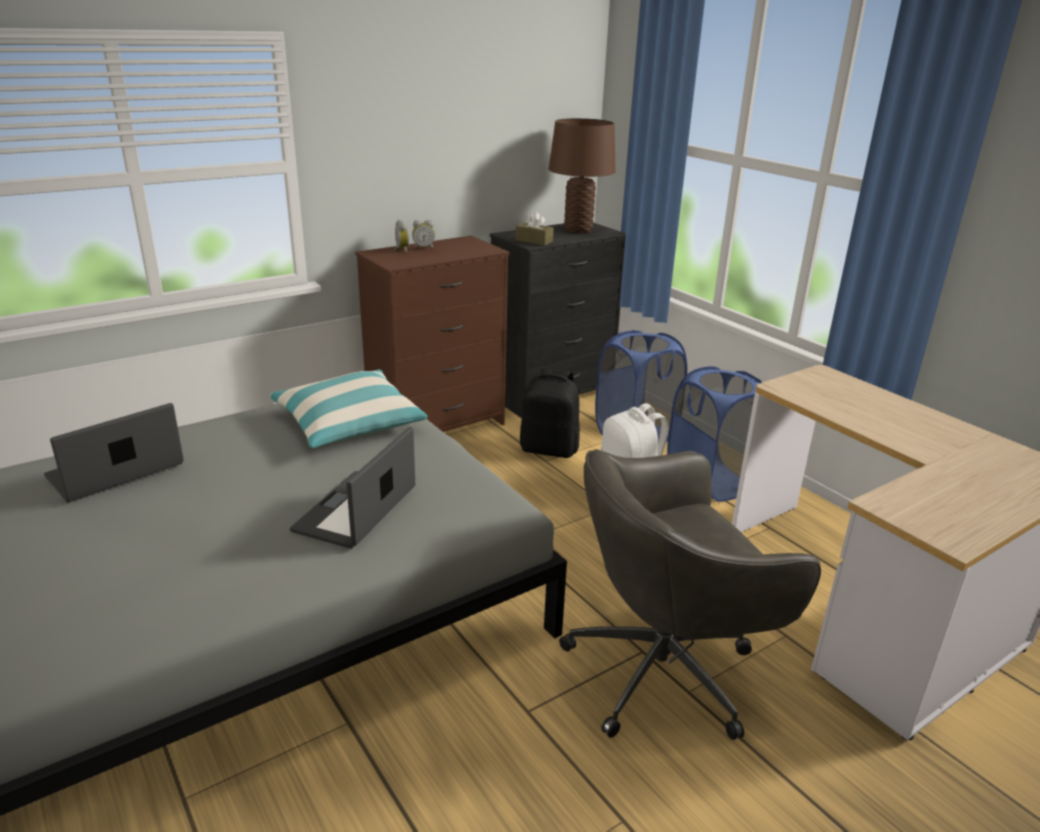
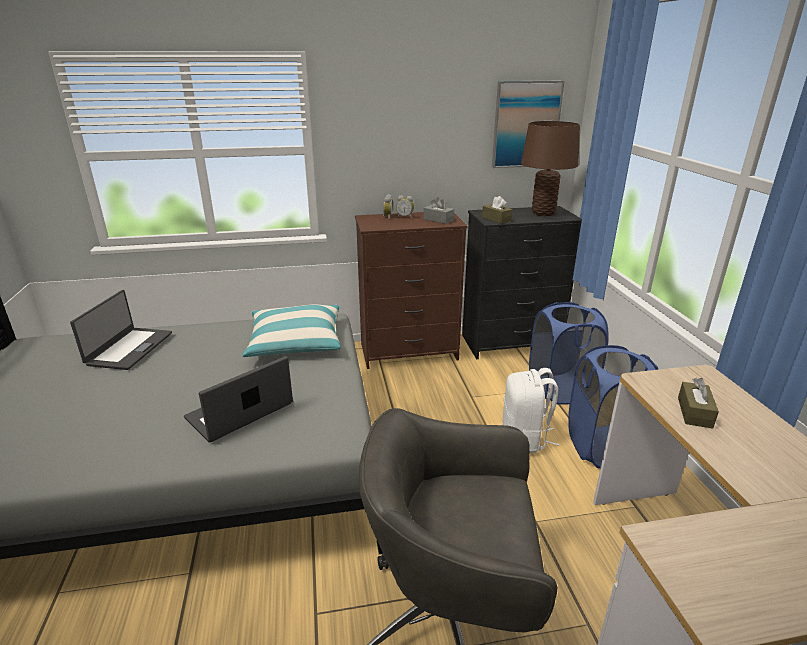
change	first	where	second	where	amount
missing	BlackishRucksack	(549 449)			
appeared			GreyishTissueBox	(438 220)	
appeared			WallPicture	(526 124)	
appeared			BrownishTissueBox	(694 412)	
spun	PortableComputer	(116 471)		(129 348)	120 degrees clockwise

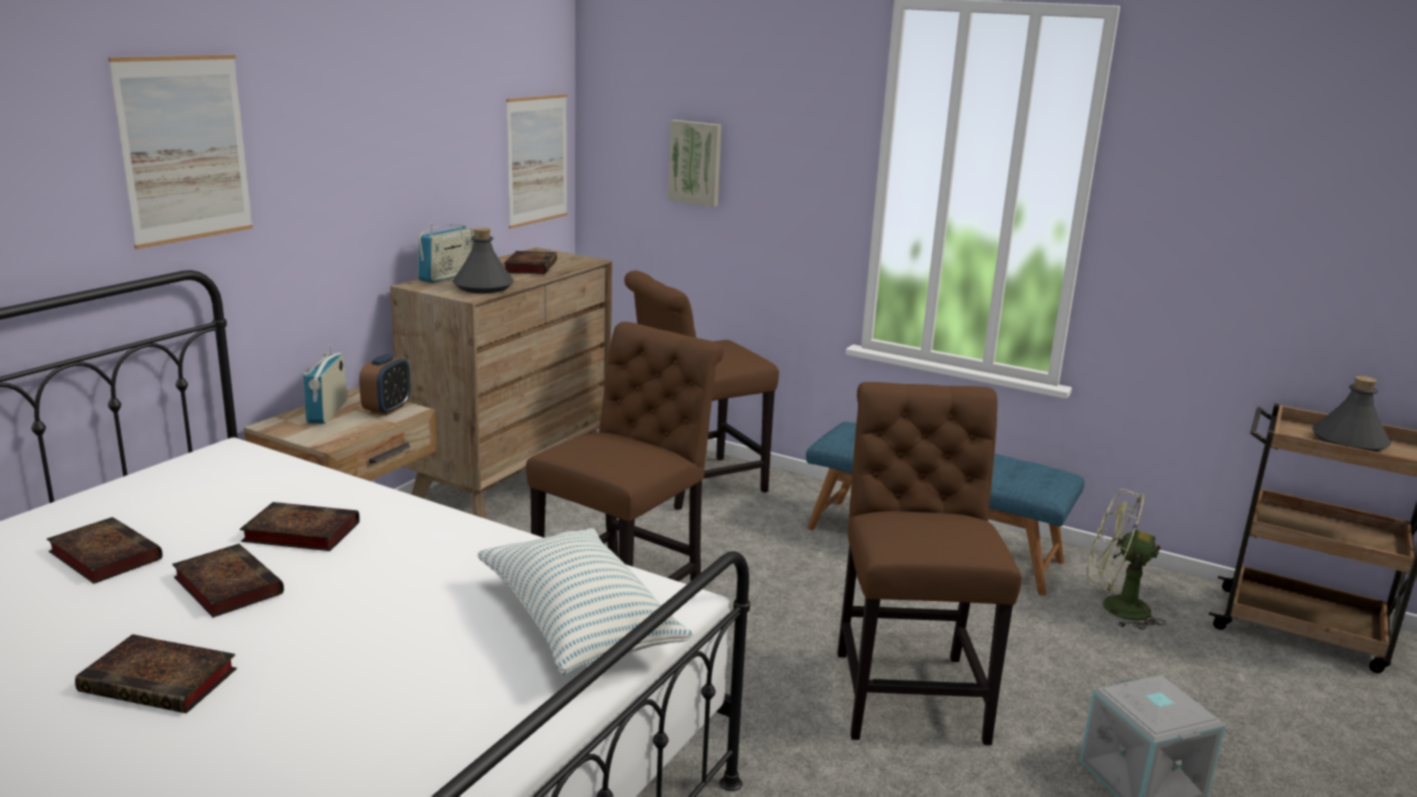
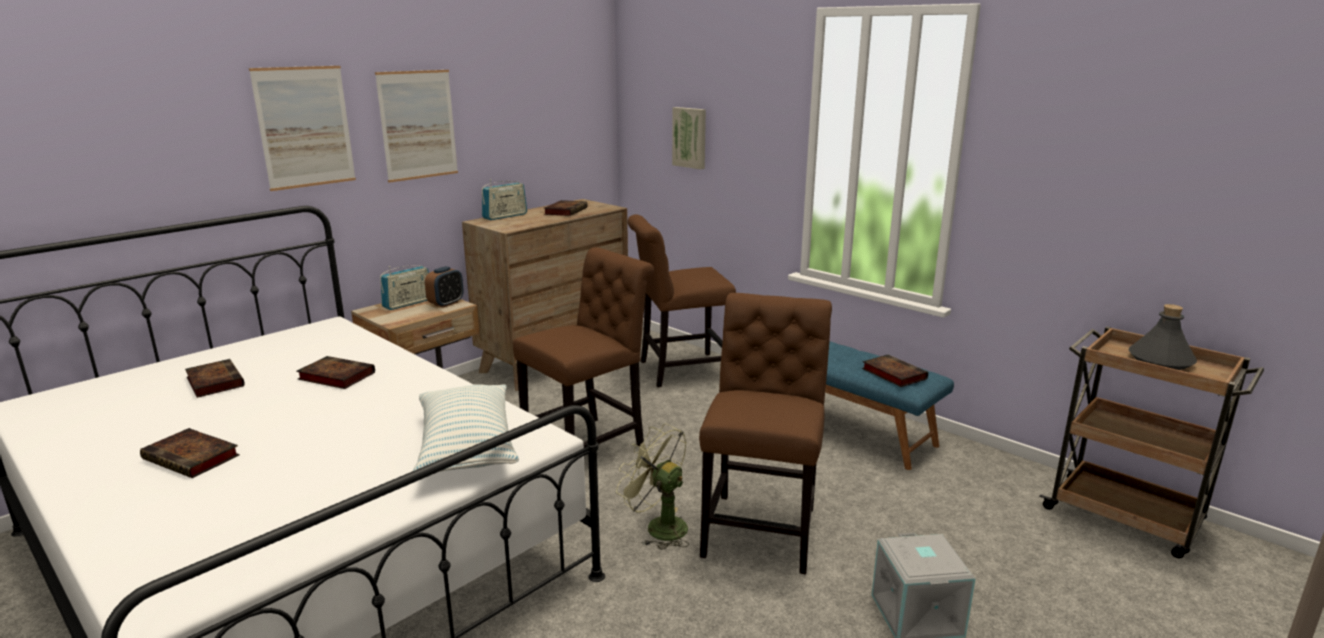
change	first	where	second	where	amount
missing	GreyishBeverageBottle	(483 287)			
relocated	BoundBook	(226 585)		(892 374)	
relocated	WallPicture	(537 160)		(418 125)	
relocated	GreenElectricFan	(1114 607)		(658 527)	
spun	Radio	(327 411)		(408 303)	150 degrees counterclockwise

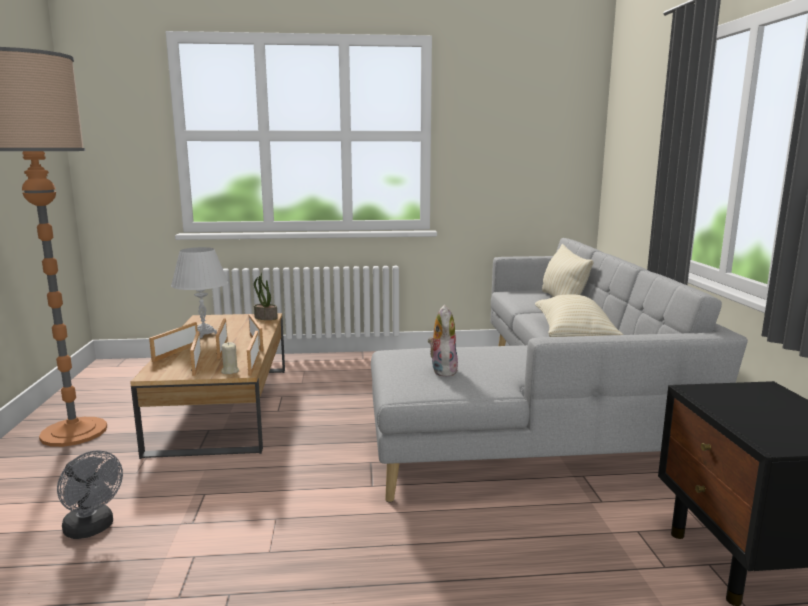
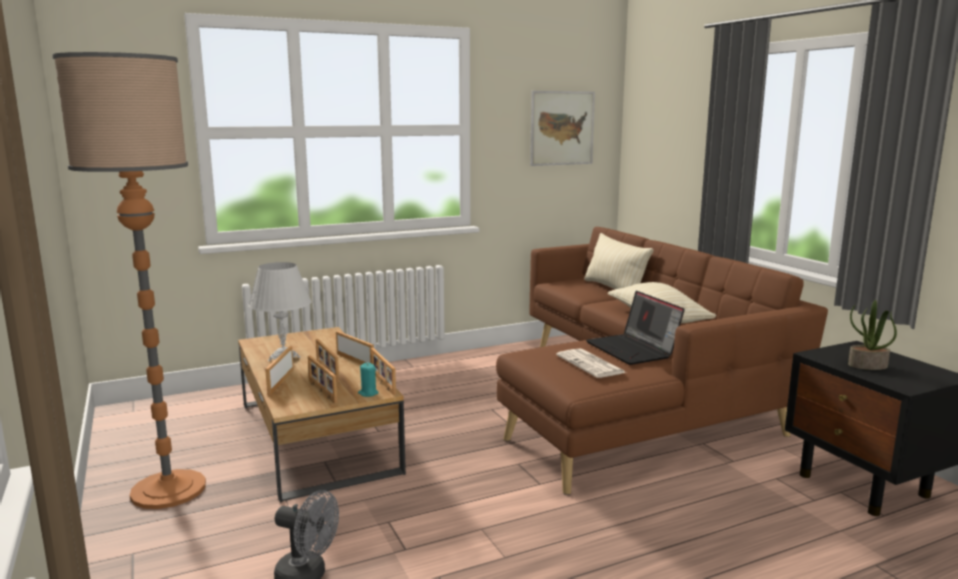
change	first	where	second	where	amount
appeared			WallPicture	(562 128)	
appeared			PortableComputer	(633 350)	
relocated	Houseplant	(265 318)		(867 366)	
exchanged	CuddlyToy	(442 370)	PrintedPaper	(591 364)	
colour	SandColouredWaxCandle	(230 371)	TurquoiseColouredWaxCandle	(368 393)	
colour	GreyishSettee	(544 420)	BrownishSettee	(633 401)	

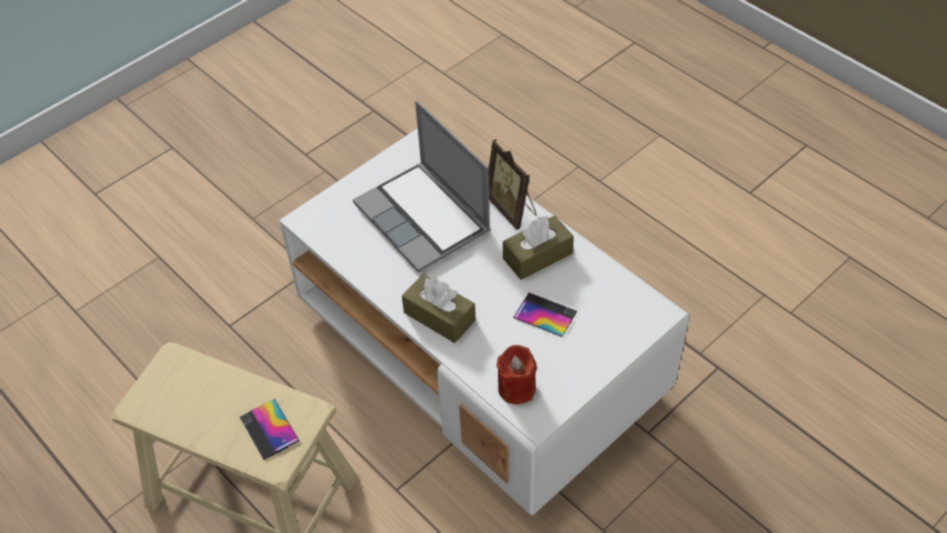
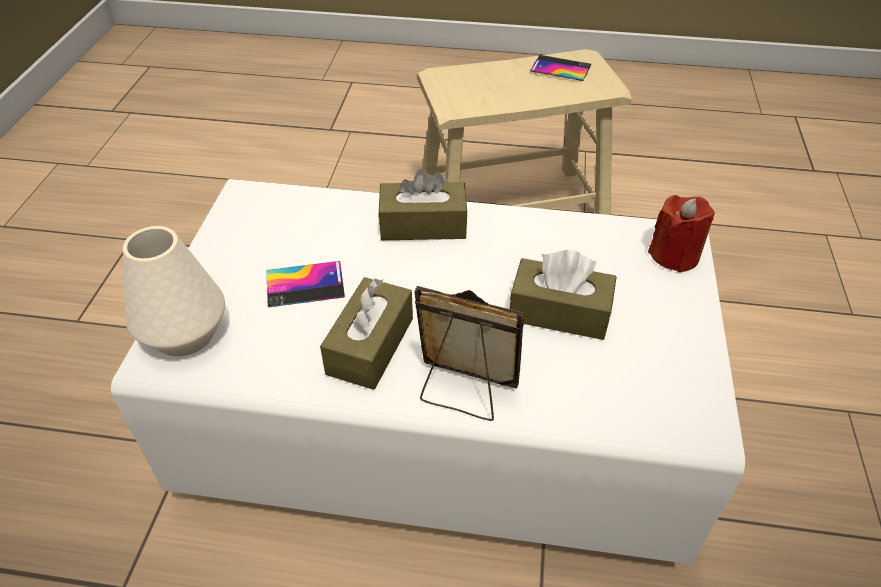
change	first	where	second	where	amount
appeared			WhitishFlowerVase	(184 334)	
relocated	Phone	(269 429)		(560 68)	
relocated	RedWaxCandle	(516 388)		(674 255)	
exchanged	PortableComputer	(424 218)	BrownishTissueBox	(559 312)	

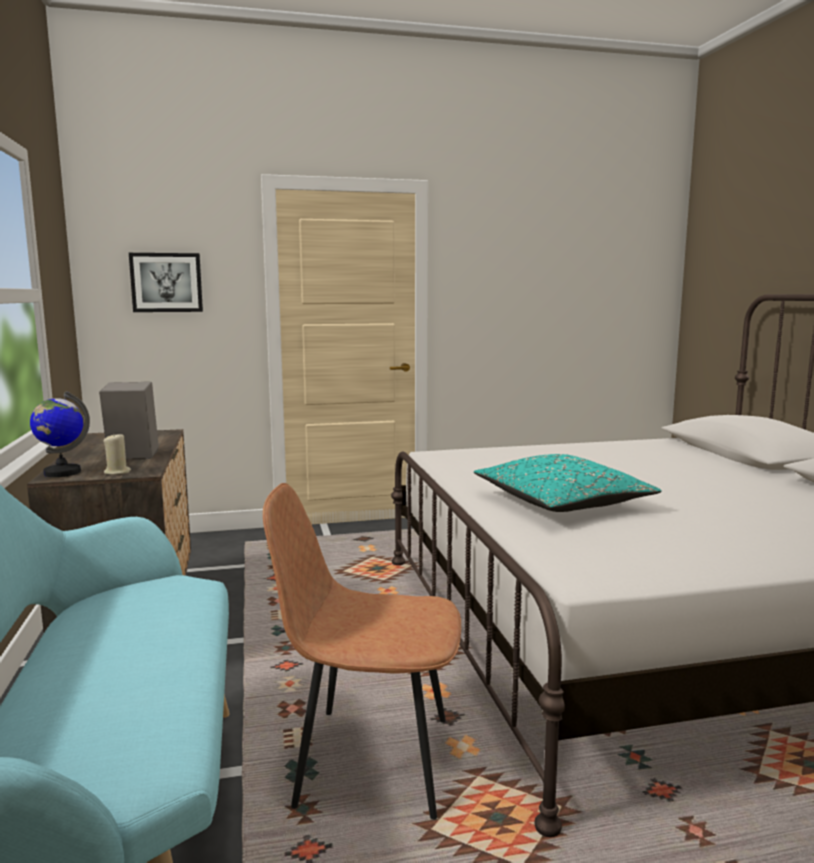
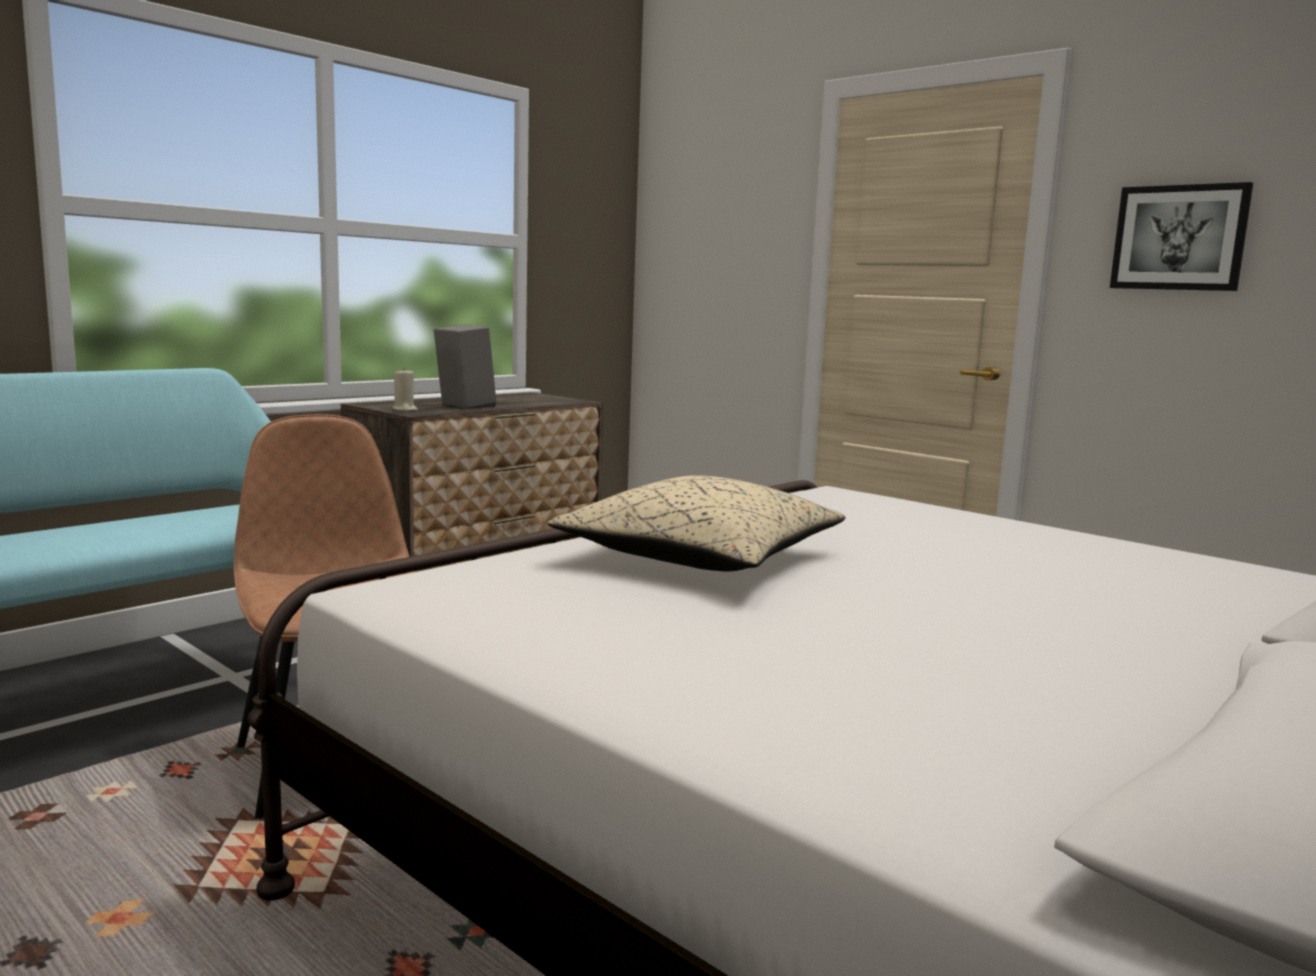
change	first	where	second	where	amount
missing	Globe	(62 472)			
relocated	WallPicture	(166 282)		(1179 238)	
colour	TurquoiseColouredCushion	(561 503)	SandColouredCushion	(702 558)	

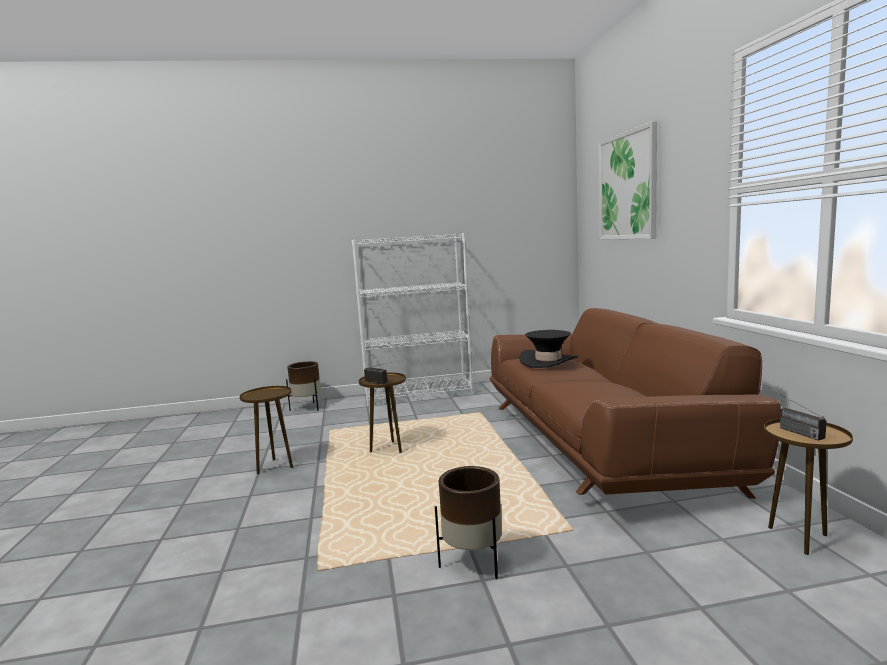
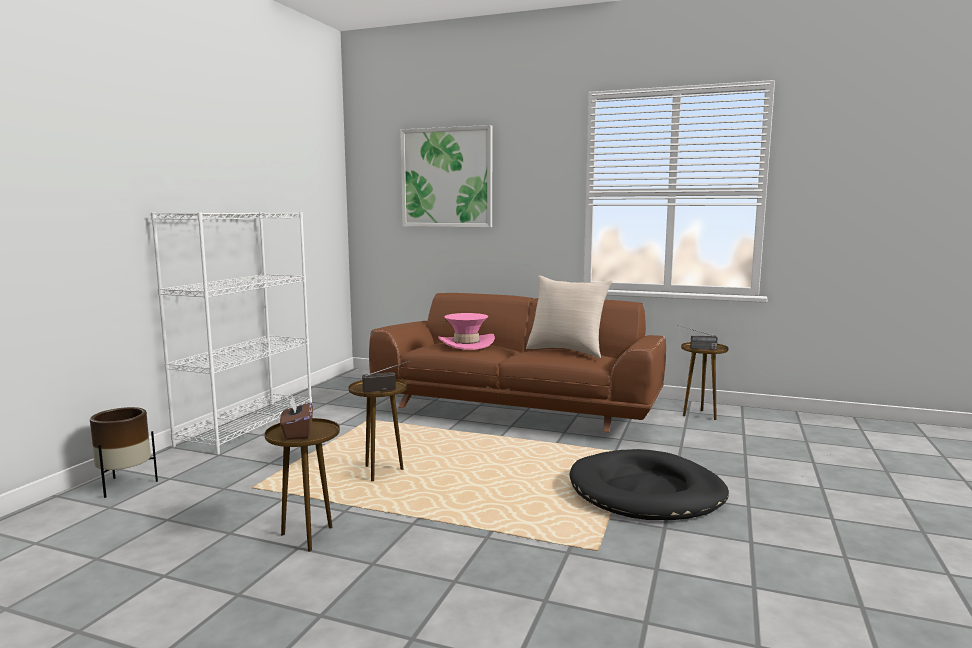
change	first	where	second	where	amount
appeared			BrownishTissueBox	(297 433)	
appeared			SandColouredCushion	(567 351)	
exchanged	BrownishPlanter	(473 563)	BlackishDogBed	(646 492)	
colour	BlackishClothingHat	(548 361)	PinkClothingHat	(466 343)	

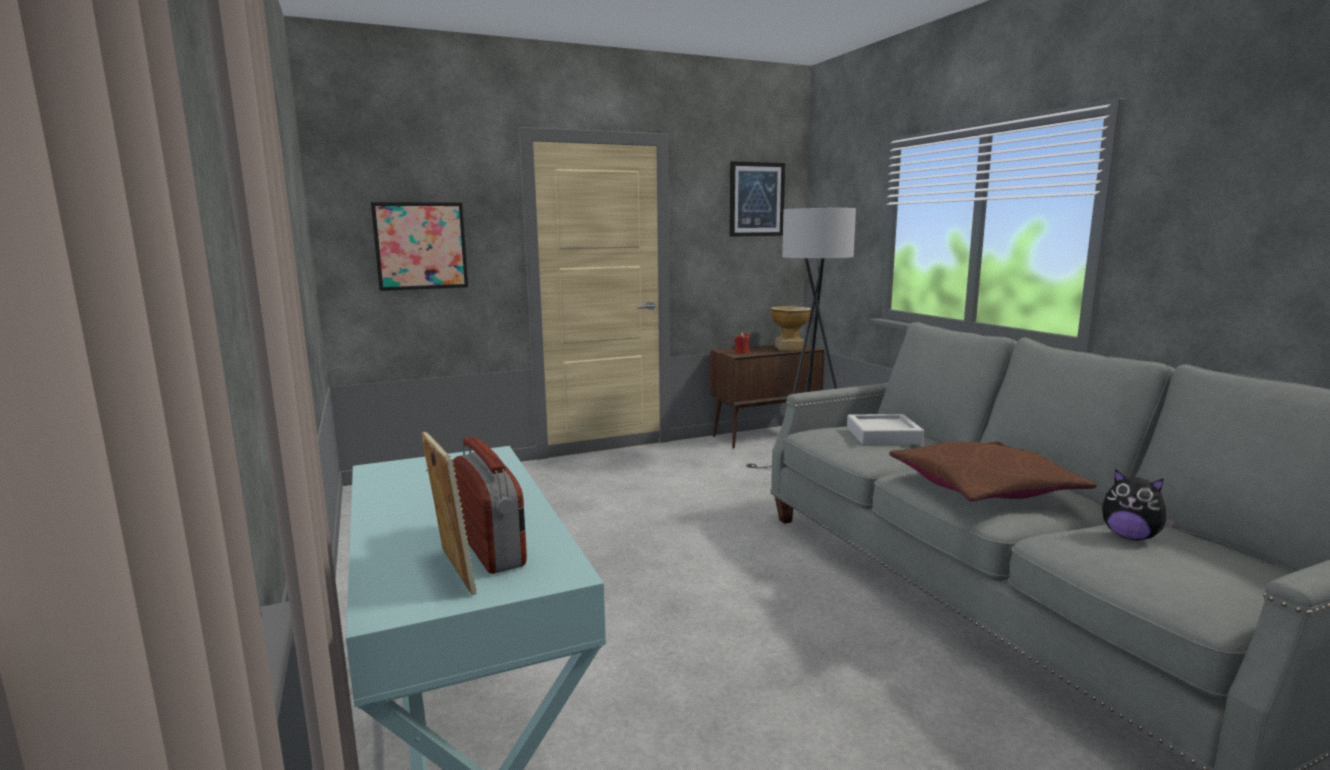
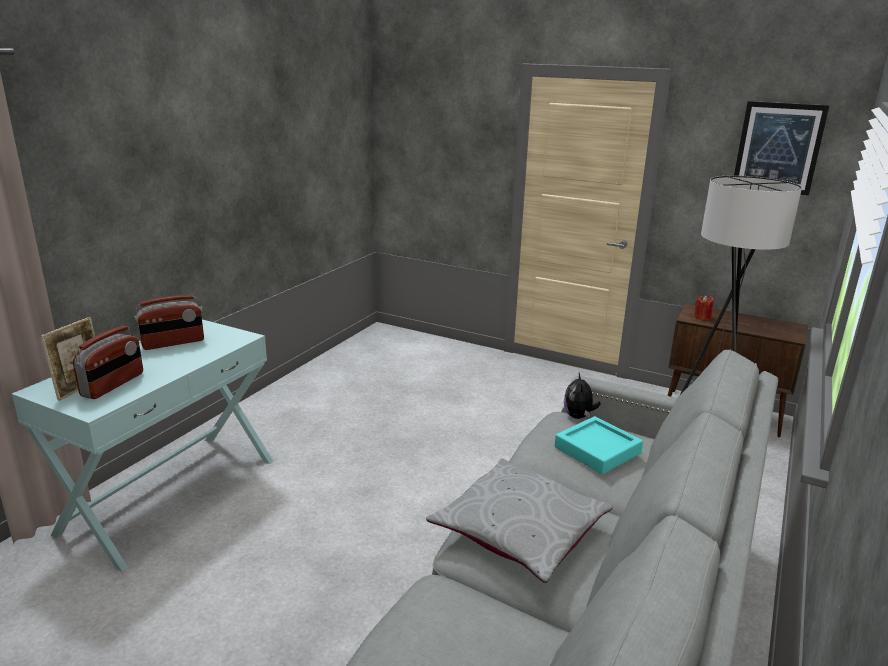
change	first	where	second	where	amount
missing	WallPicture	(420 246)			
missing	FlowerVase	(789 348)			
appeared			Radio	(173 343)	
relocated	CuddlyToy	(1130 537)		(578 416)	
colour	GreyishServingTray	(883 435)	TurquoiseColouredServingTray	(597 450)	
colour	BrownishCushion	(983 488)	GreyishCushion	(519 530)	

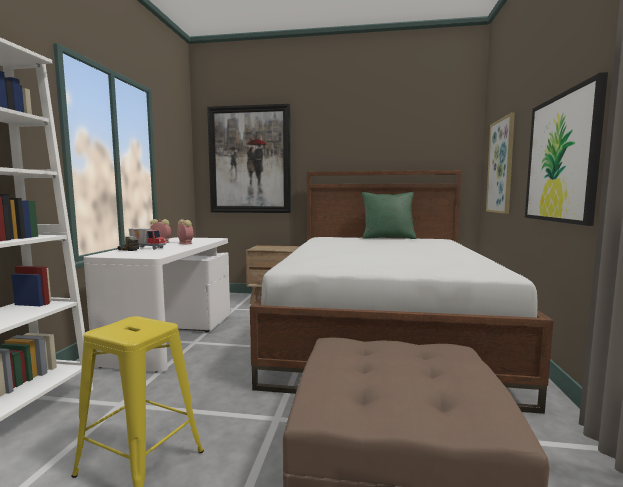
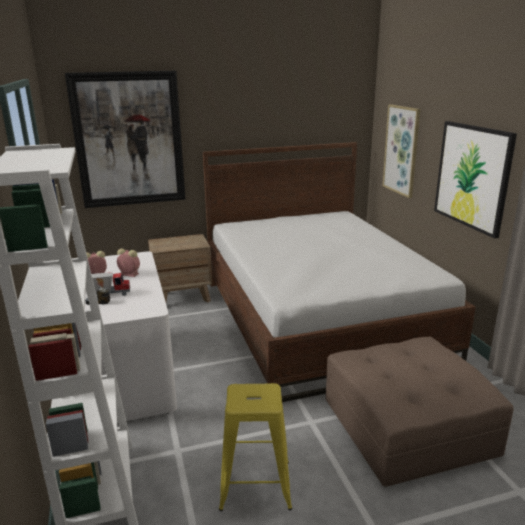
change	first	where	second	where	amount
missing	GreenCushion	(388 238)			

